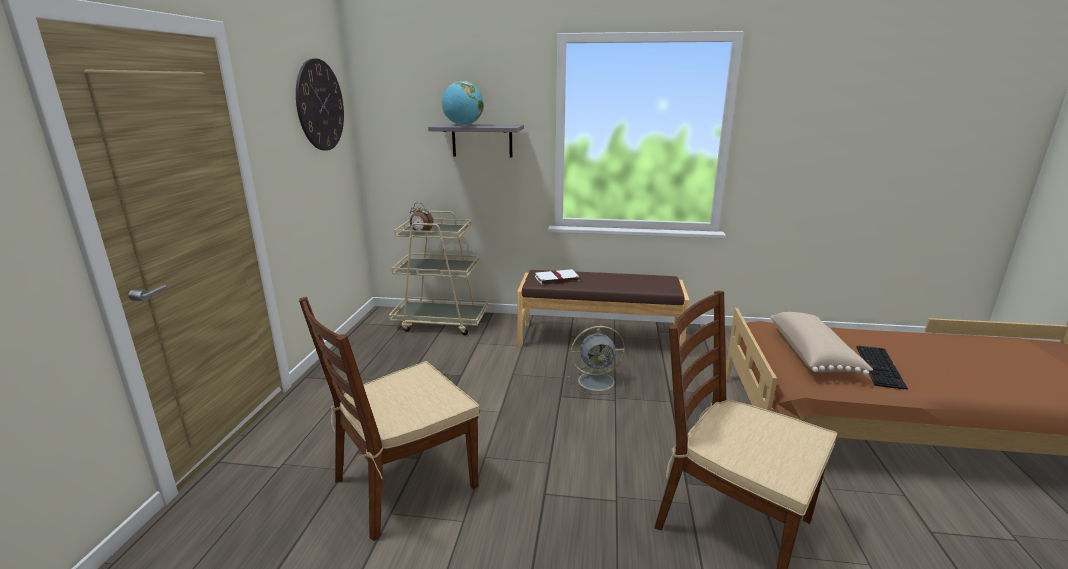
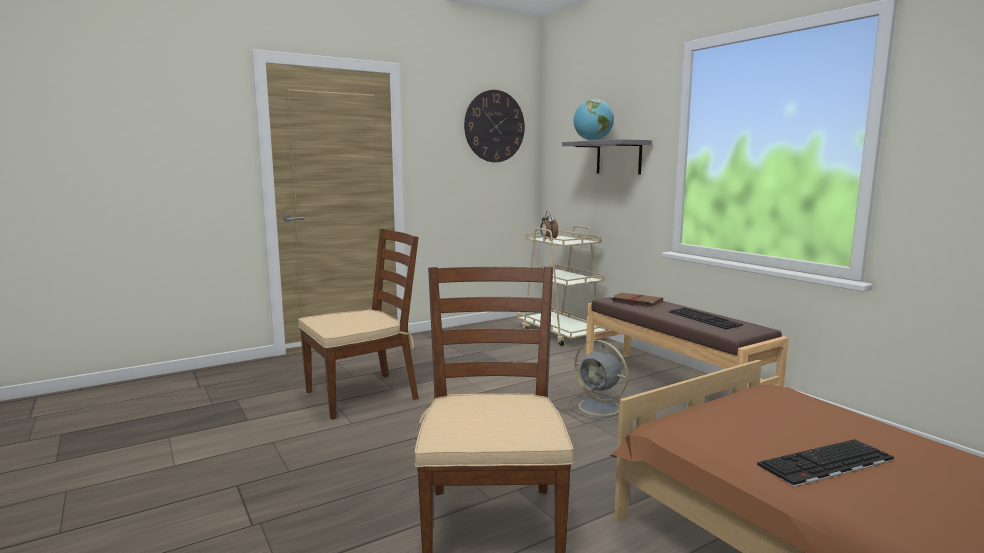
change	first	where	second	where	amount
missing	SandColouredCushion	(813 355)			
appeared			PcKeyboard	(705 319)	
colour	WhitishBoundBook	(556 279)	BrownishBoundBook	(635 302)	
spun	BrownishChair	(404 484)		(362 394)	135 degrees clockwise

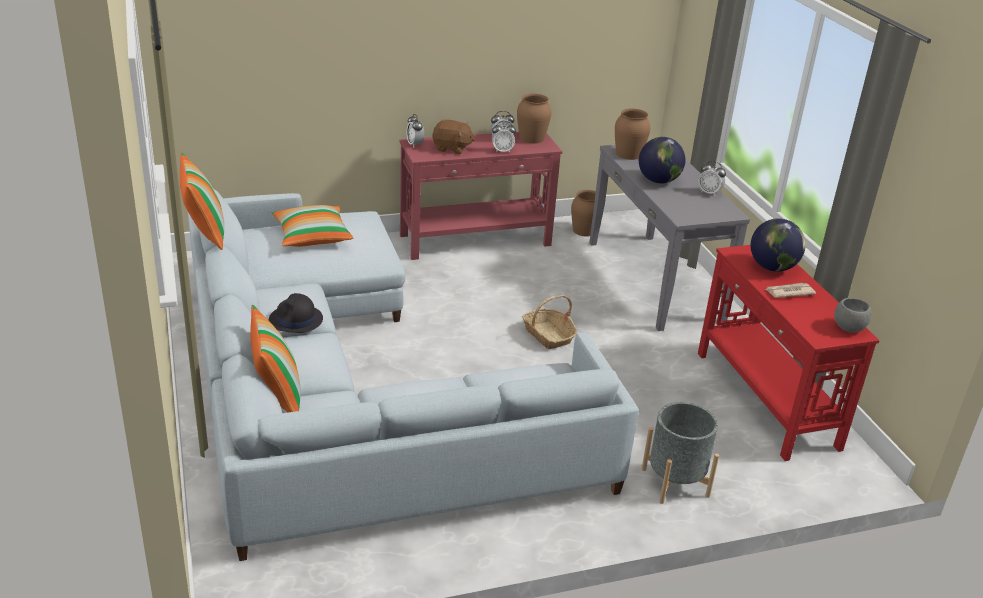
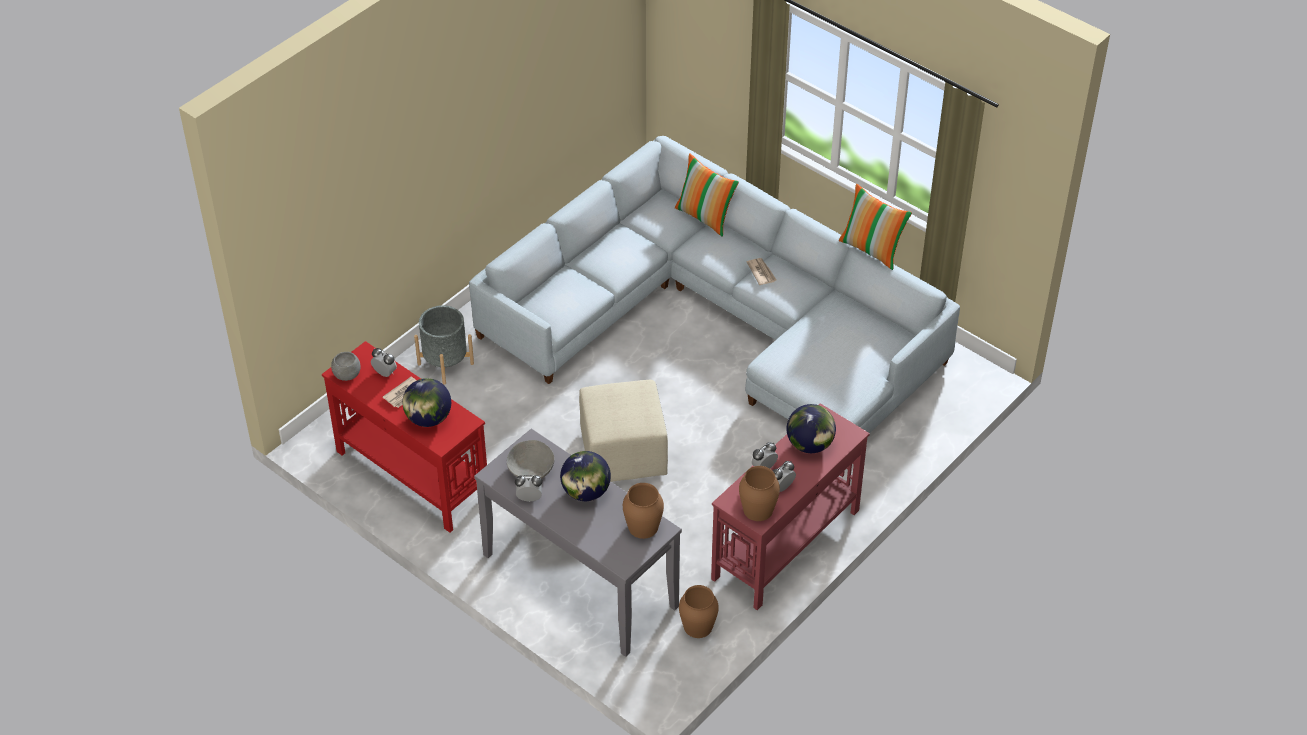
change	first	where	second	where	amount
missing	Cushion	(312 236)			
appeared			GreyishBowl	(531 469)	
relocated	AlarmClock	(415 144)		(384 373)	
exchanged	BlackishClothingHat	(296 320)	PrintedPaper	(761 272)	
exchanged	BrownishCuddlyToy	(452 148)	Globe	(810 445)	
exchanged	StorageBasket	(548 335)	SandColouredFootrest	(622 453)	

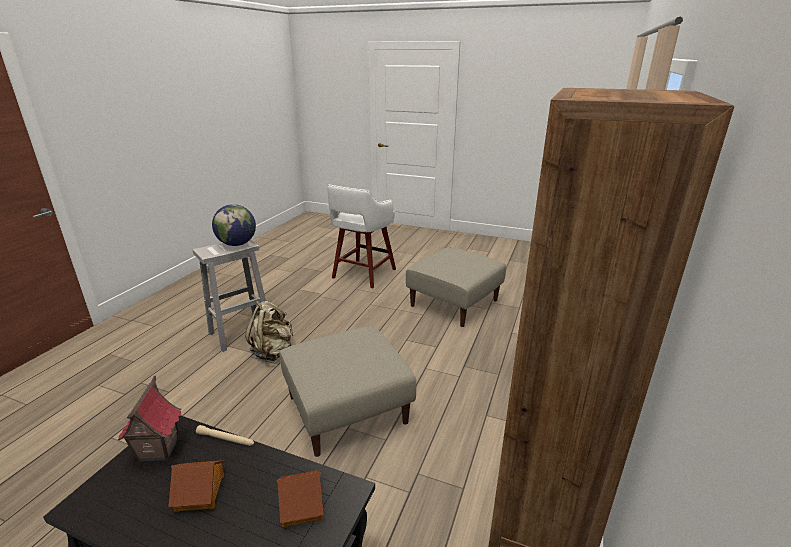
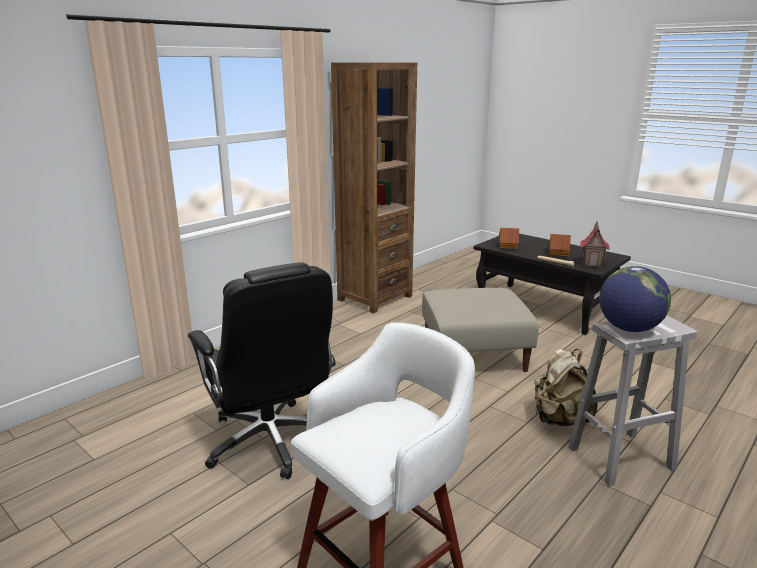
change	first	where	second	where	amount
exchanged	SandColouredFootrest	(454 302)	BlackishDeskChair	(270 441)	

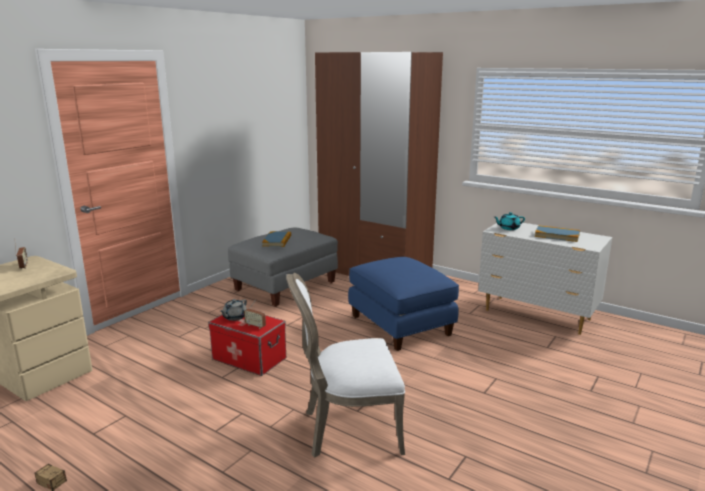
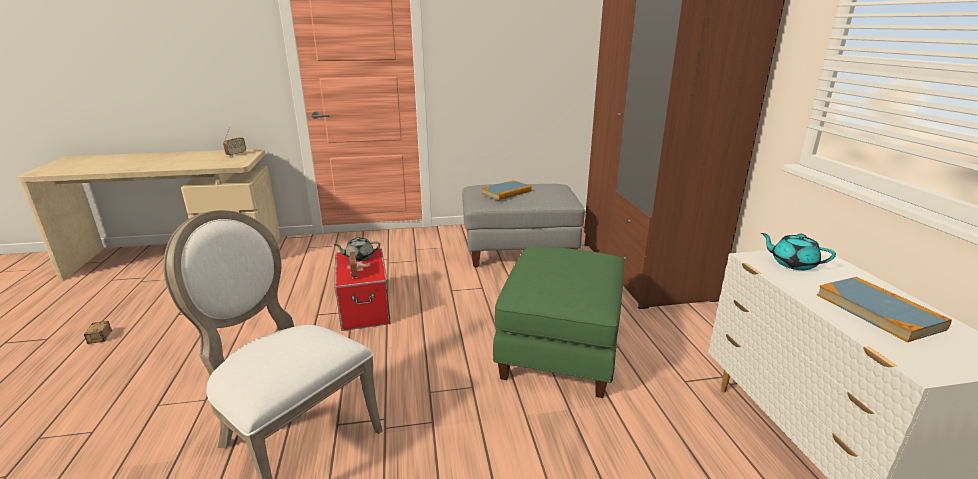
change	first	where	second	where	amount
colour	BlueColouredFootrest	(401 325)	GreenFootrest	(561 350)	

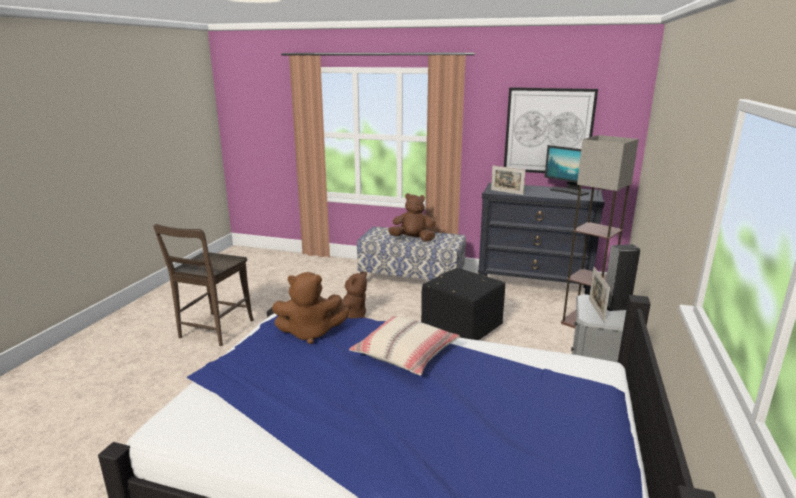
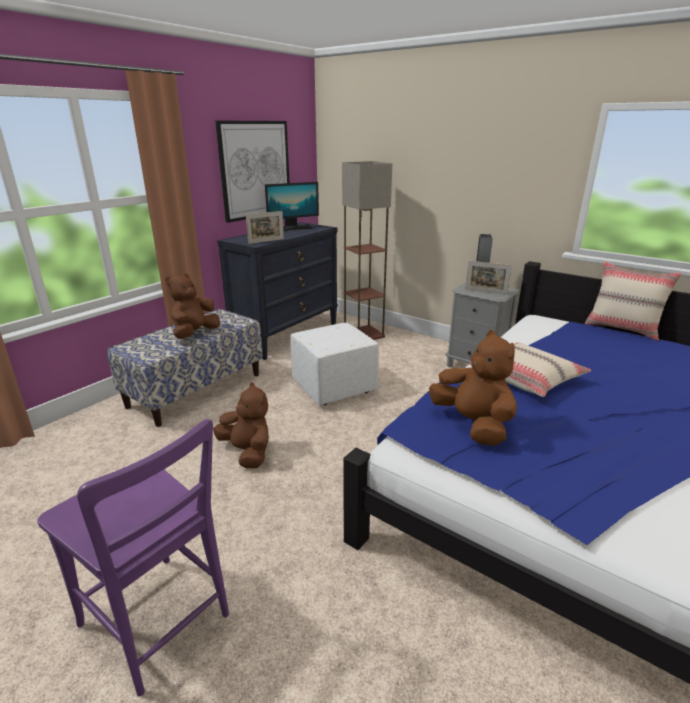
change	first	where	second	where	amount
appeared			SandColouredCushion	(622 329)	
colour	BrownishChair	(214 331)	PurplishChair	(159 624)	
colour	BlackishFootrest	(462 328)	WhitishFootrest	(334 387)	
spun	BrownishCuddlyToy	(310 333)		(472 424)	45 degrees counterclockwise

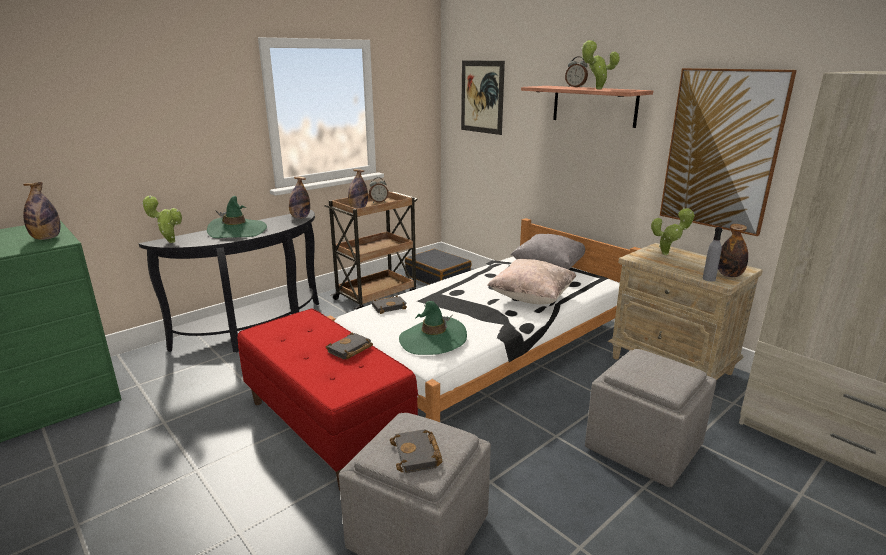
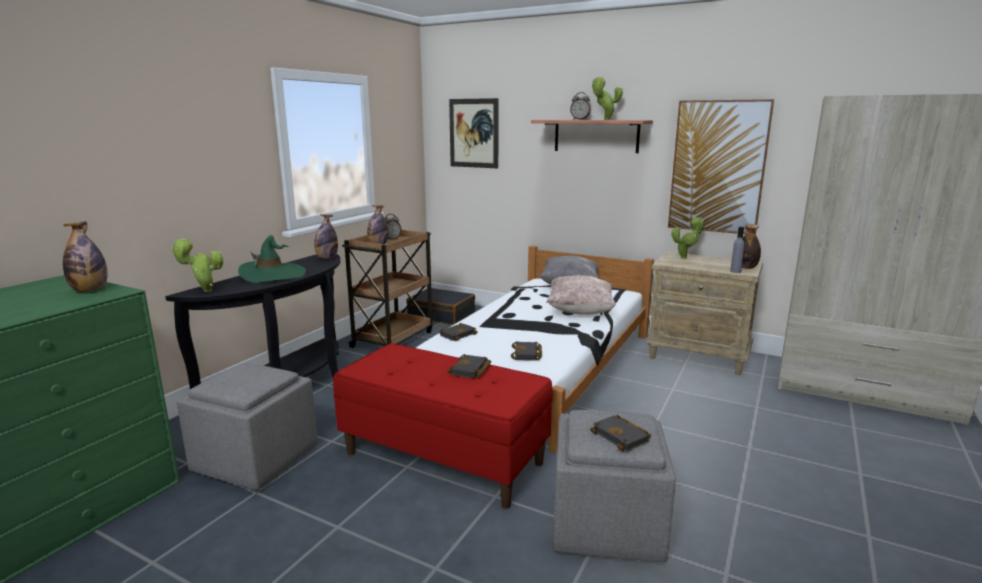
change	first	where	second	where	amount
relocated	GreyishFootrest	(642 447)		(254 460)	
exchanged	GreenClothingHat	(432 340)	BlackishBoundBook	(527 354)	

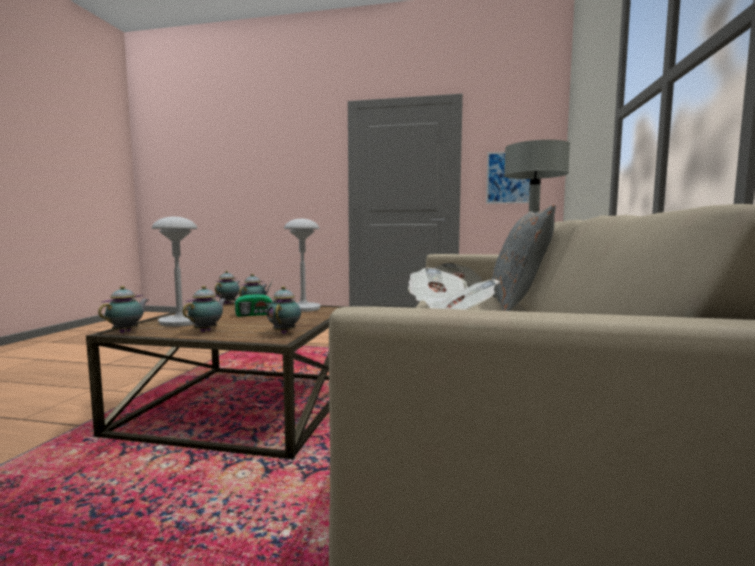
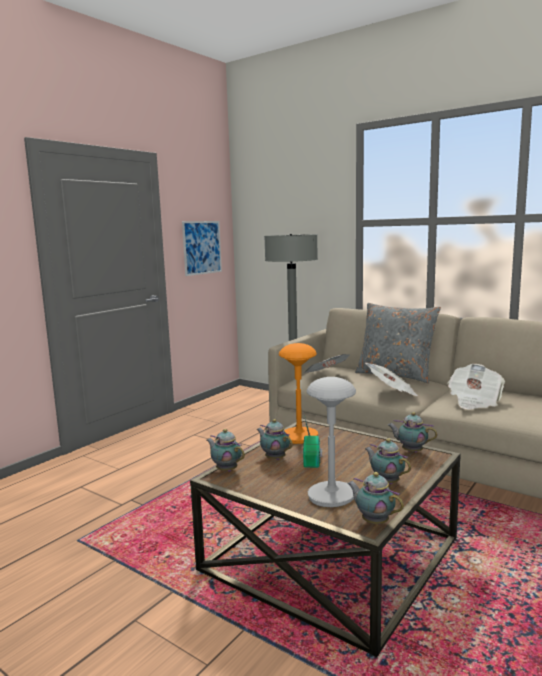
change	first	where	second	where	amount
colour	GreyishLampForATable	(303 308)	OrangeLampForATable	(299 437)	

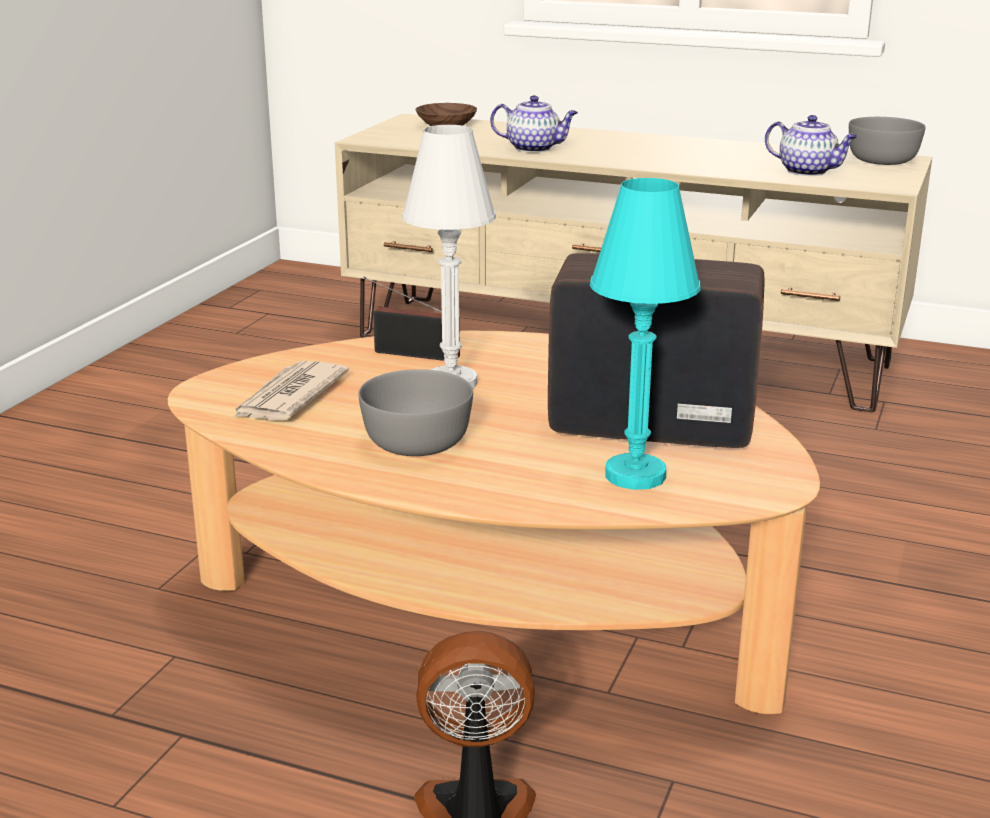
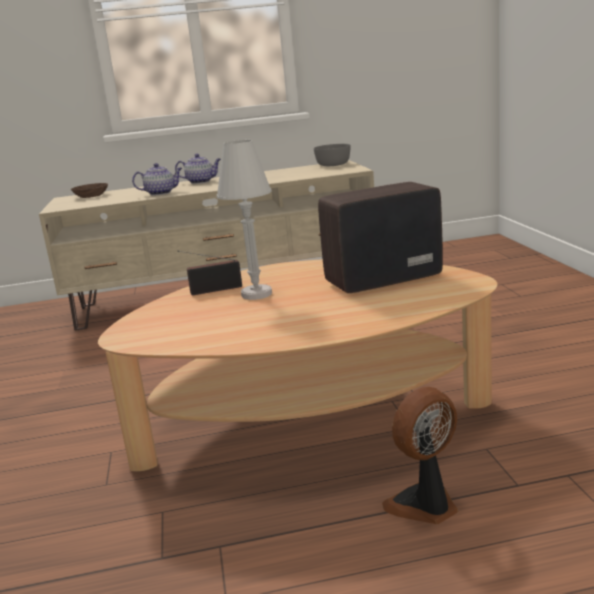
change	first	where	second	where	amount
missing	PrintedPaper	(289 397)			
missing	GreyishBowl	(415 442)			
missing	TurquoiseColouredLampForATable	(635 475)			
relocated	PotForTea	(808 171)		(201 182)	

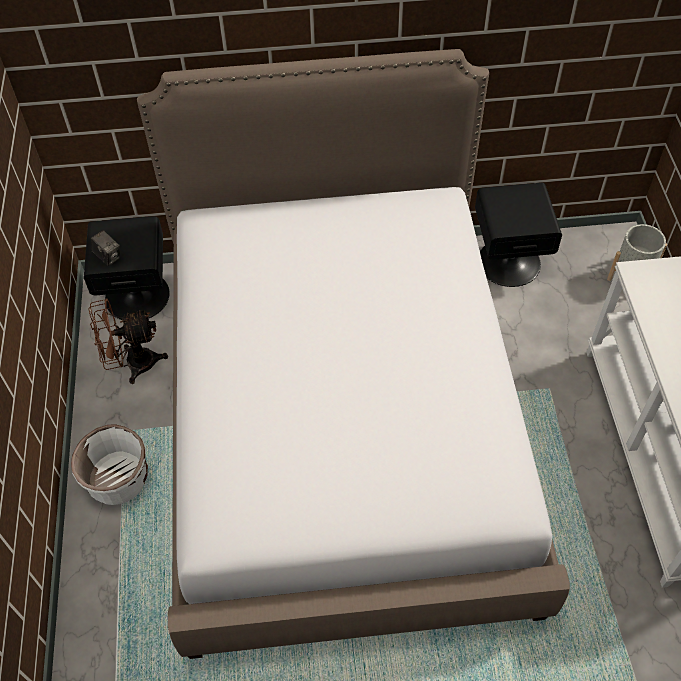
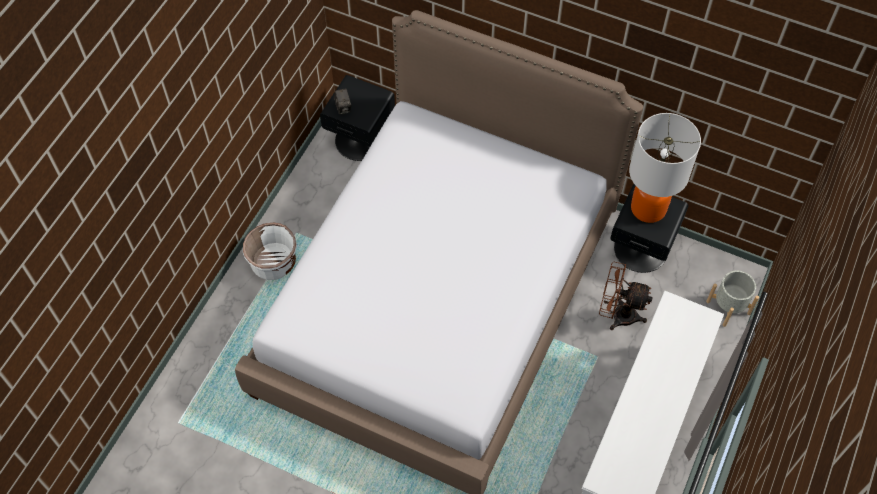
change	first	where	second	where	amount
appeared			LampForATable	(648 208)	
relocated	BrownishElectricFan	(133 364)		(617 314)	

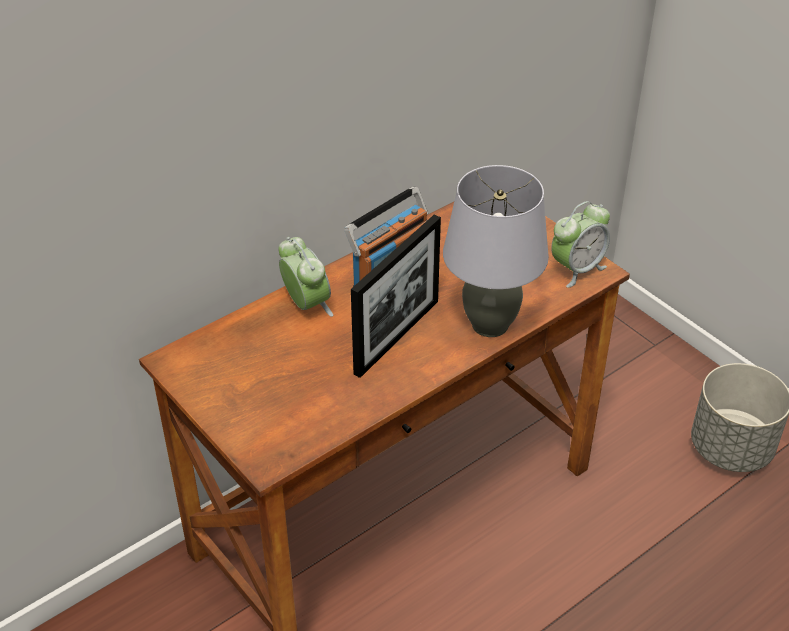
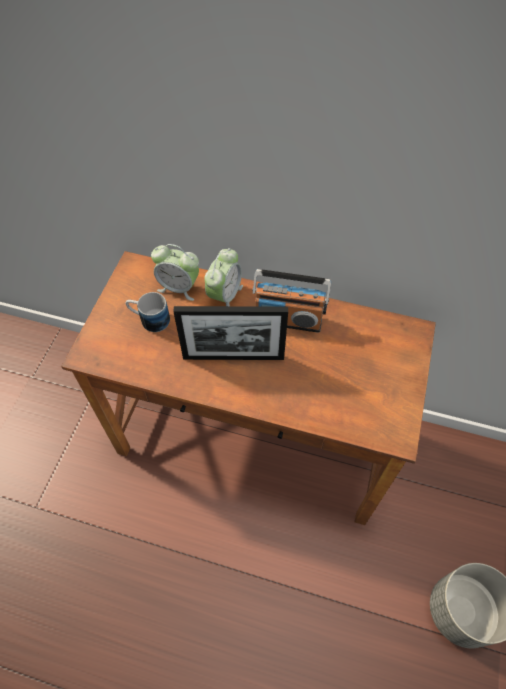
change	first	where	second	where	amount
missing	GreyishLampForATable	(490 325)			
appeared			Mug	(149 319)	
relocated	AlarmClock	(577 269)		(179 287)	

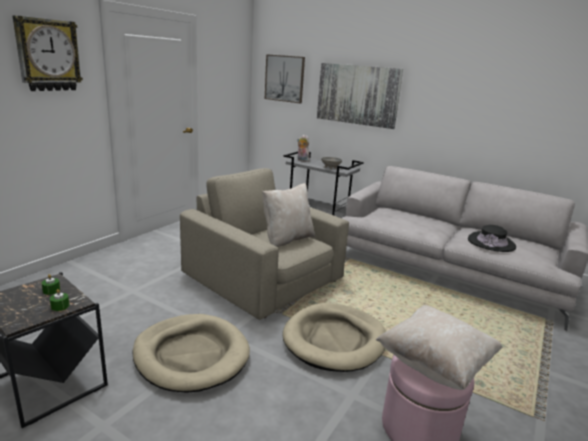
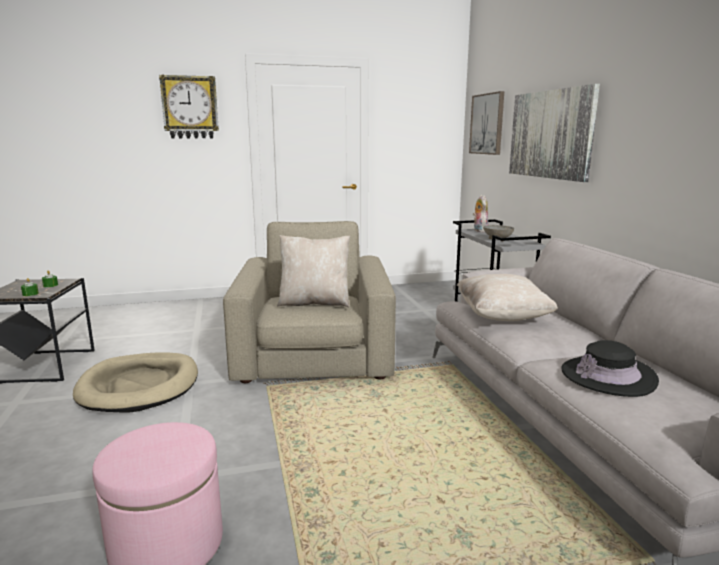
change	first	where	second	where	amount
missing	SandColouredDogBed	(334 340)			
relocated	SandColouredCushion	(435 364)		(502 316)	

